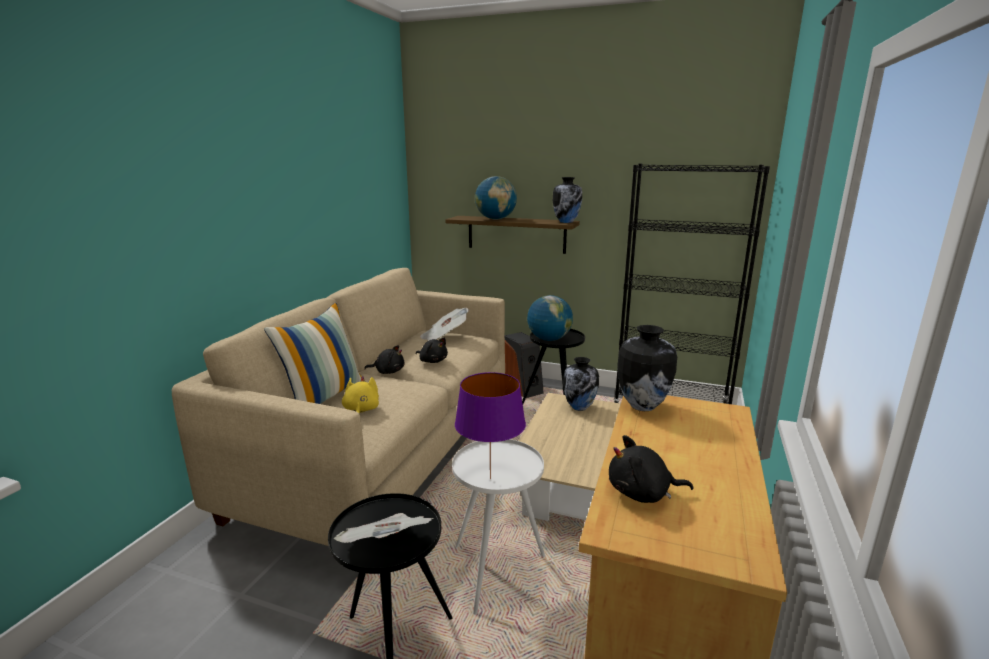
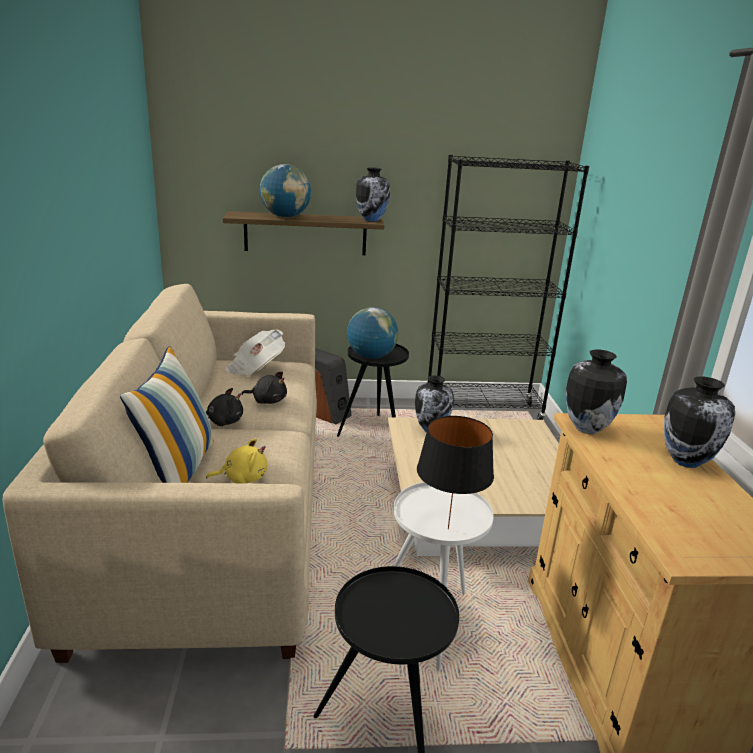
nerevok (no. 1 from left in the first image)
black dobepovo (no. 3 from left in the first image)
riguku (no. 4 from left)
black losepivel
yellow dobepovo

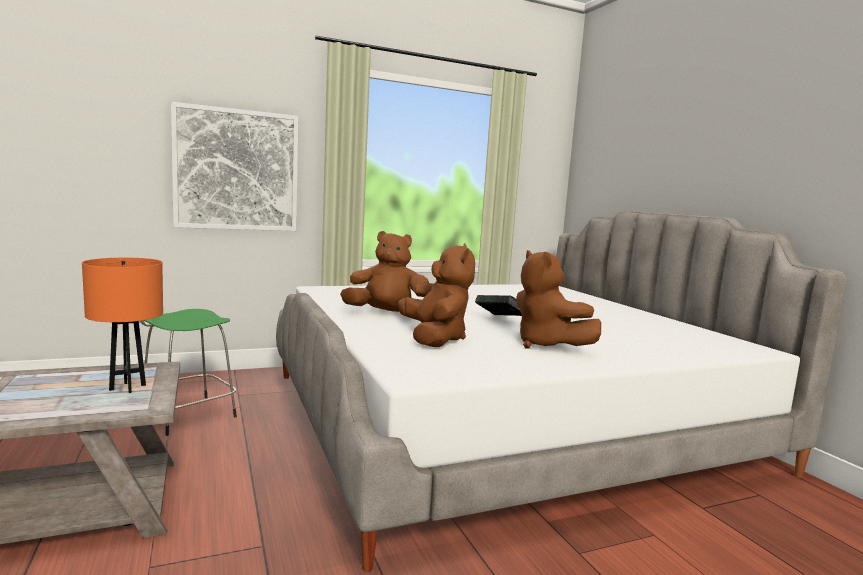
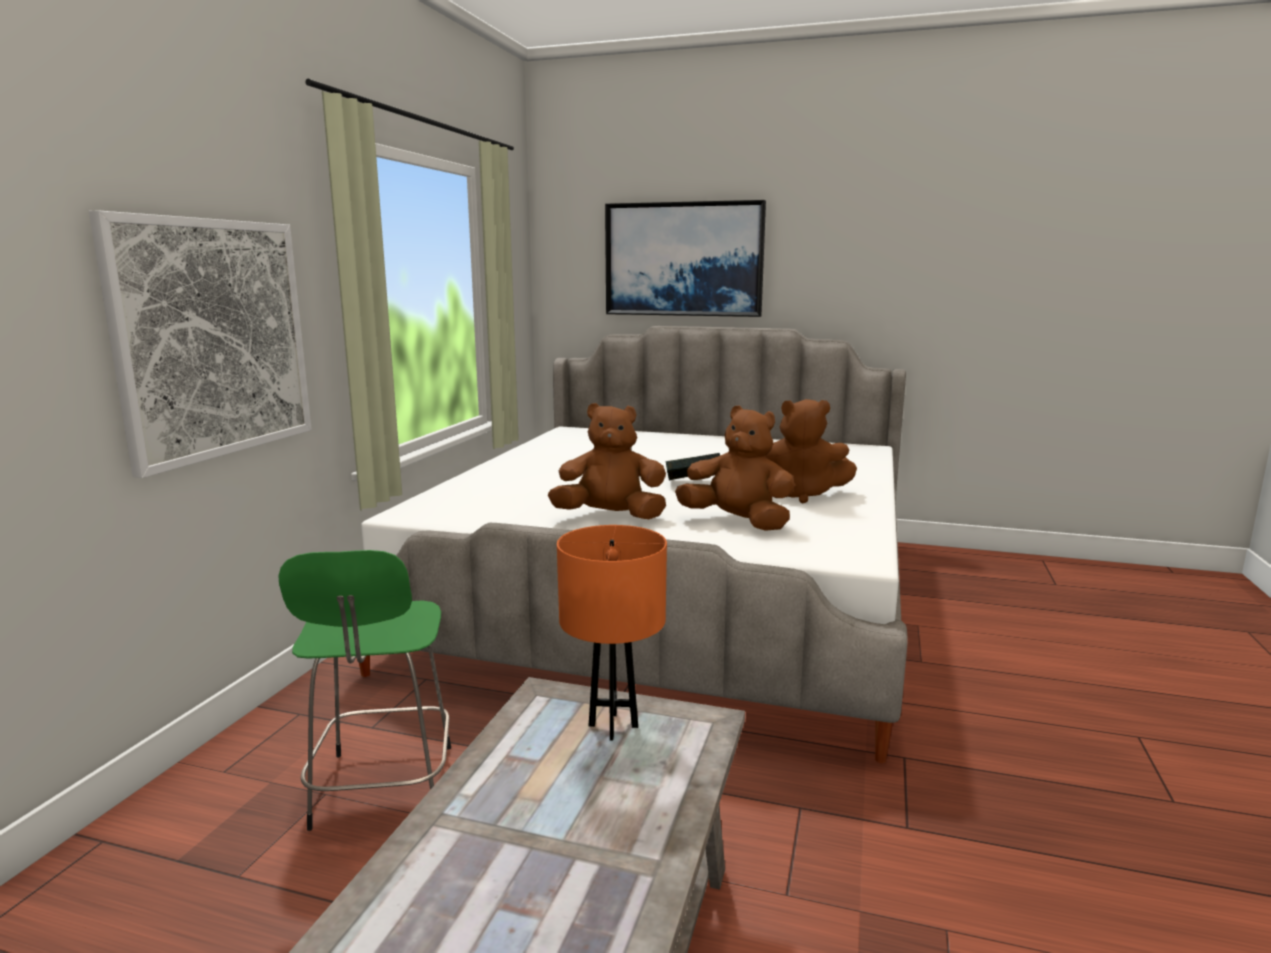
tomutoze (no. 2 from left)
brown dobepovo (no. 1 from left)

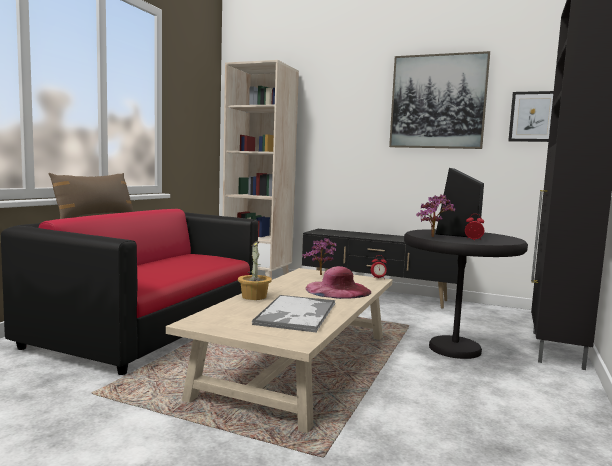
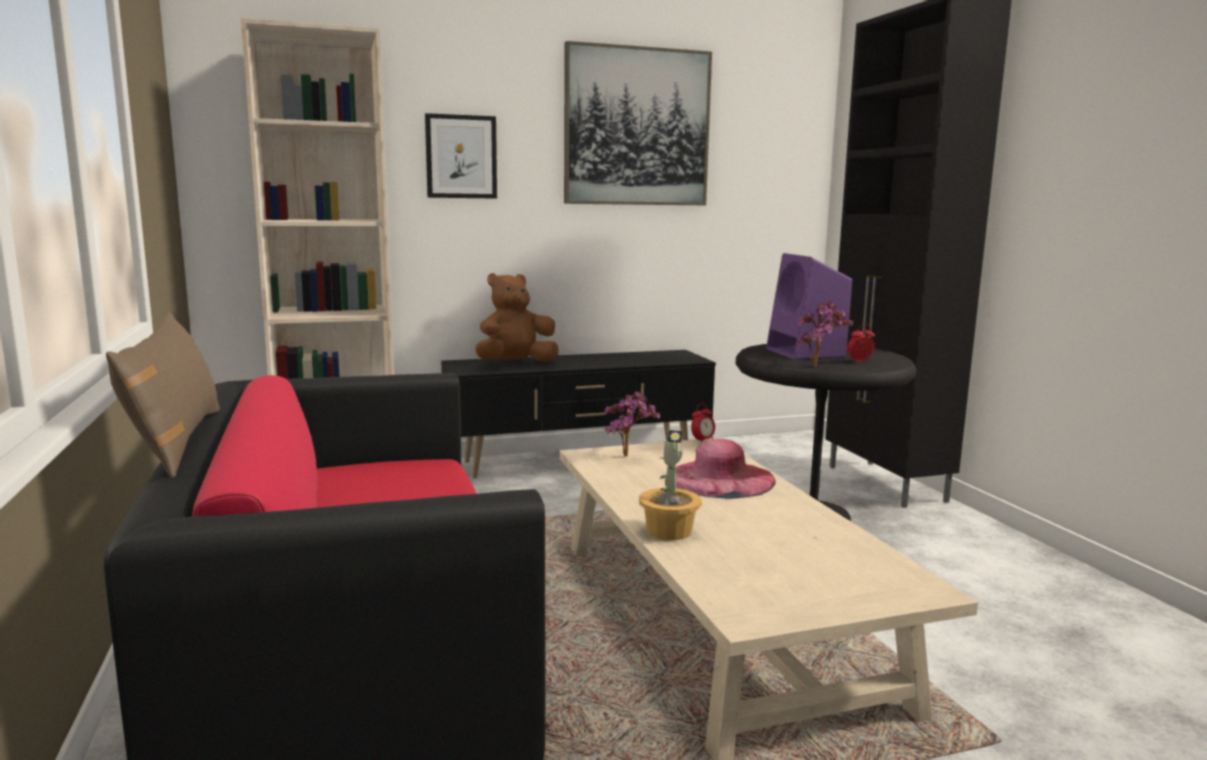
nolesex
brown dobepovo
tomutoze (no. 1 from left)
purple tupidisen

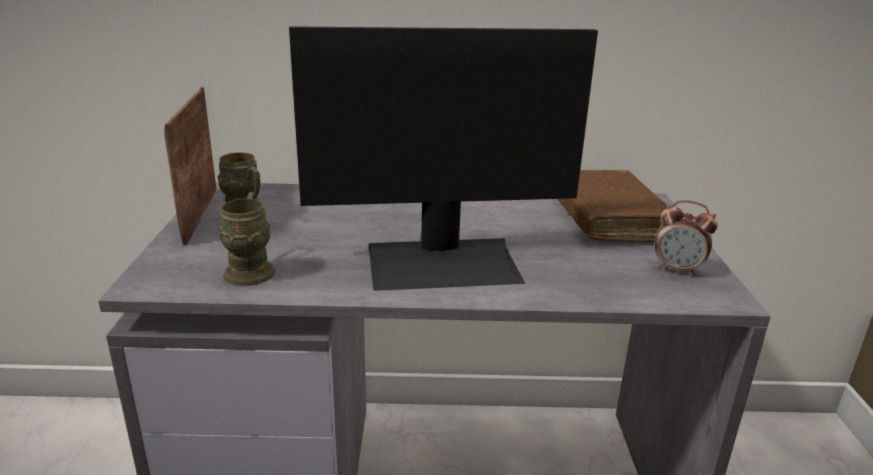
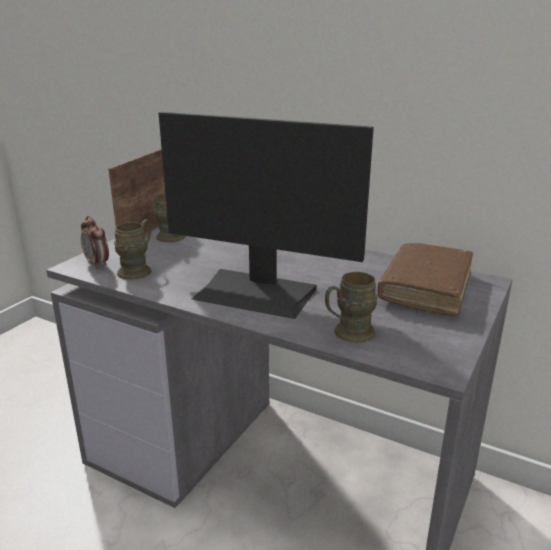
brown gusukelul (no. 3 from left)
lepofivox

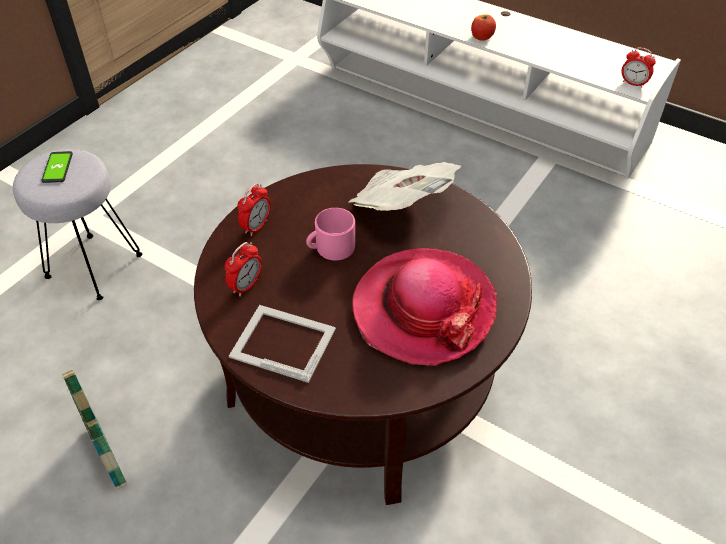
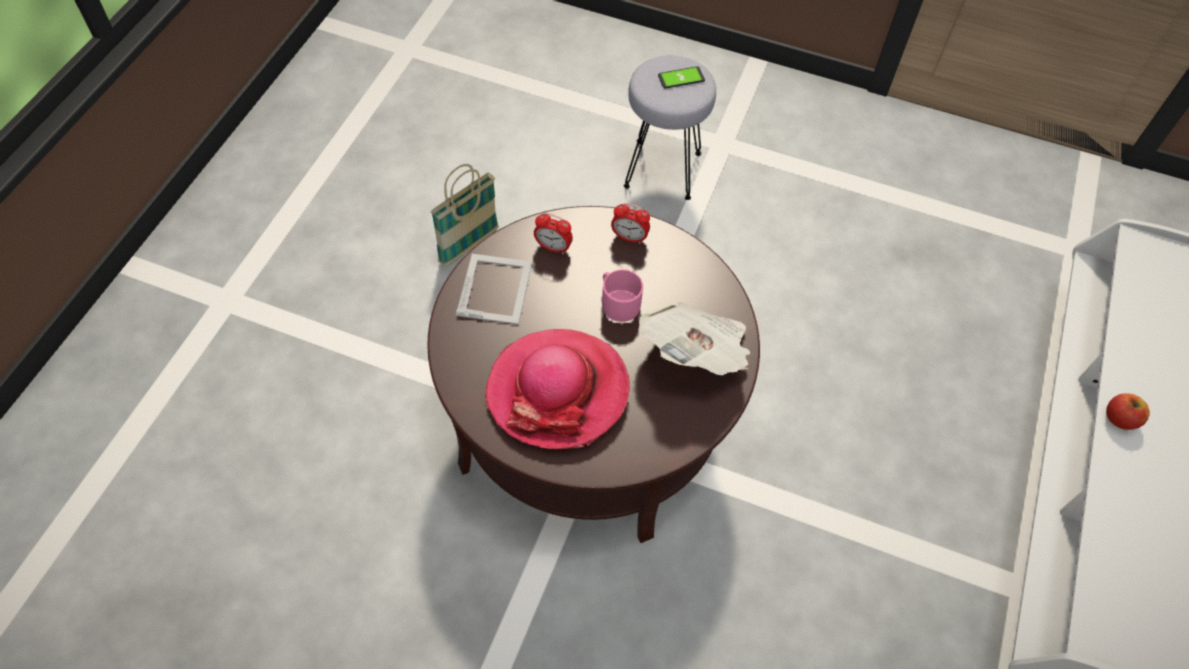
lepofivox (no. 3 from left in the first image)

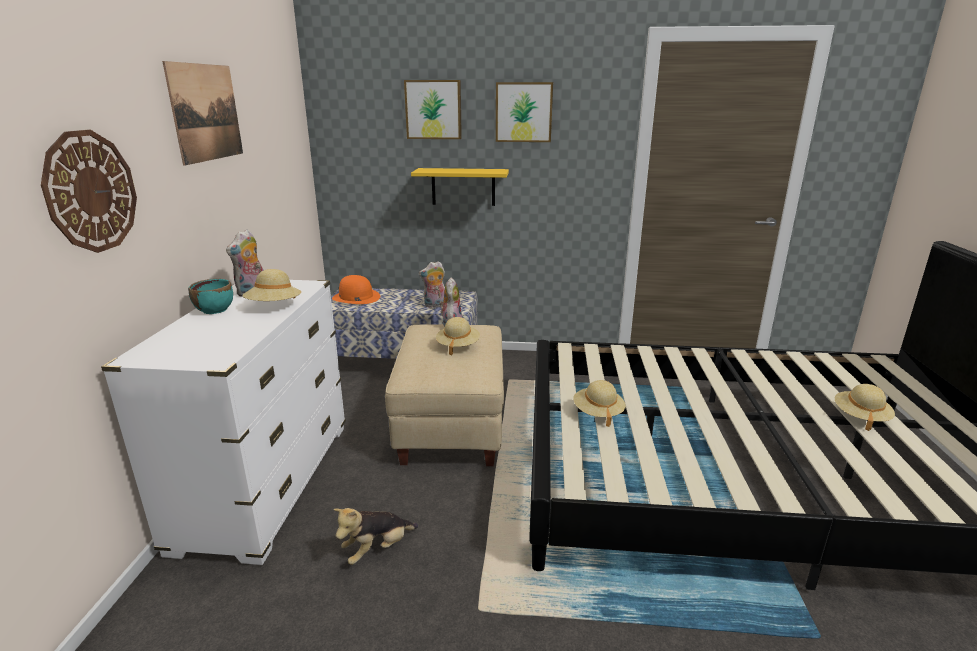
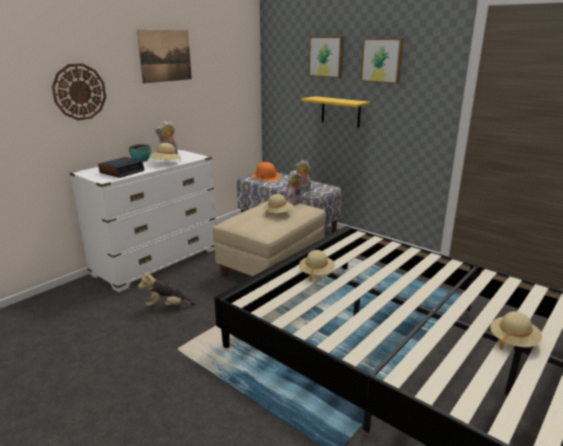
lepofivox

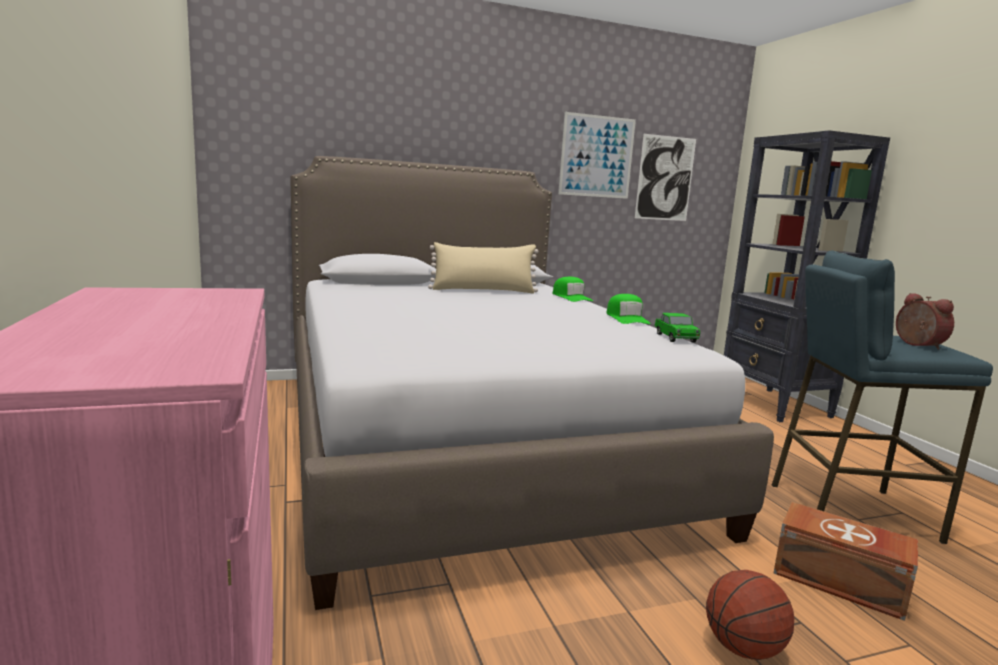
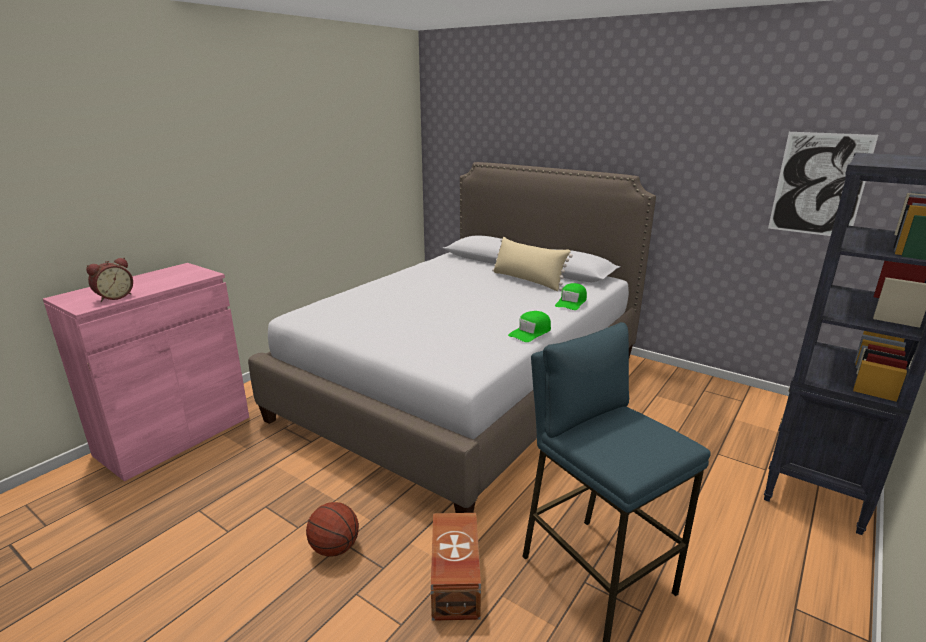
tomutoze (no. 1 from left in the first image)
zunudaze
lepofivox

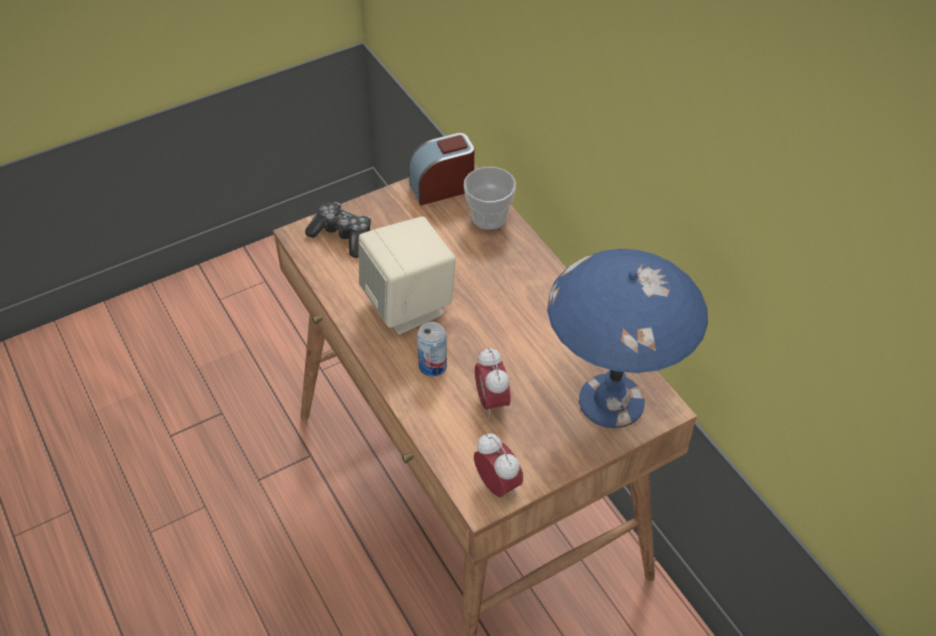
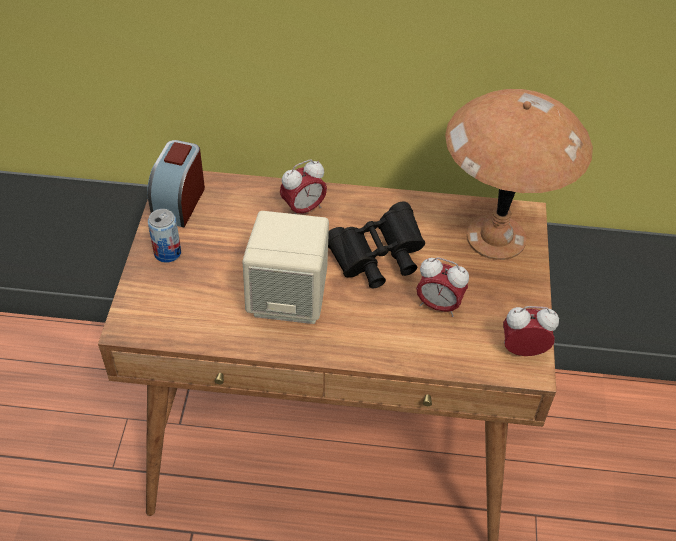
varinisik
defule
lepofivox (no. 2 from left)
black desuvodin
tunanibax
brown losepivel

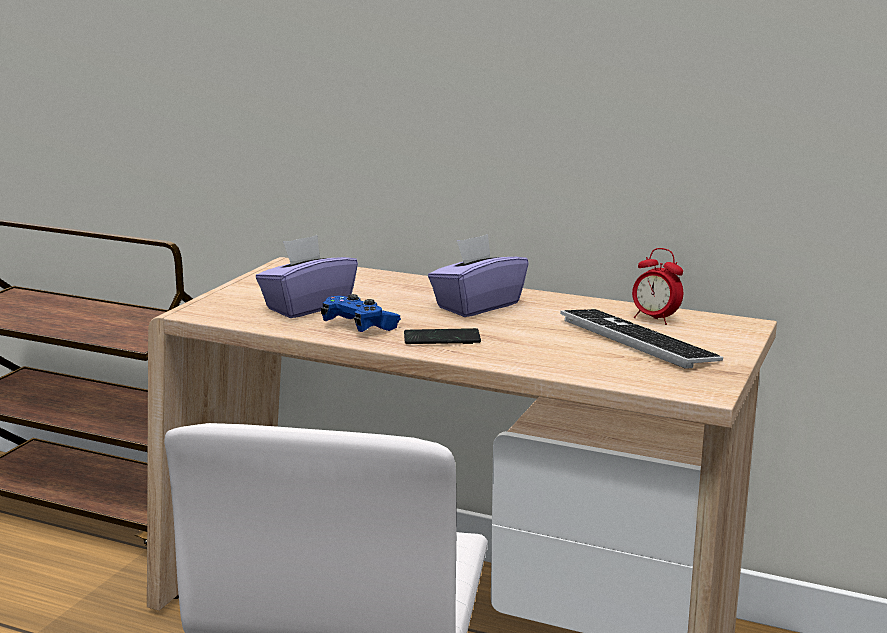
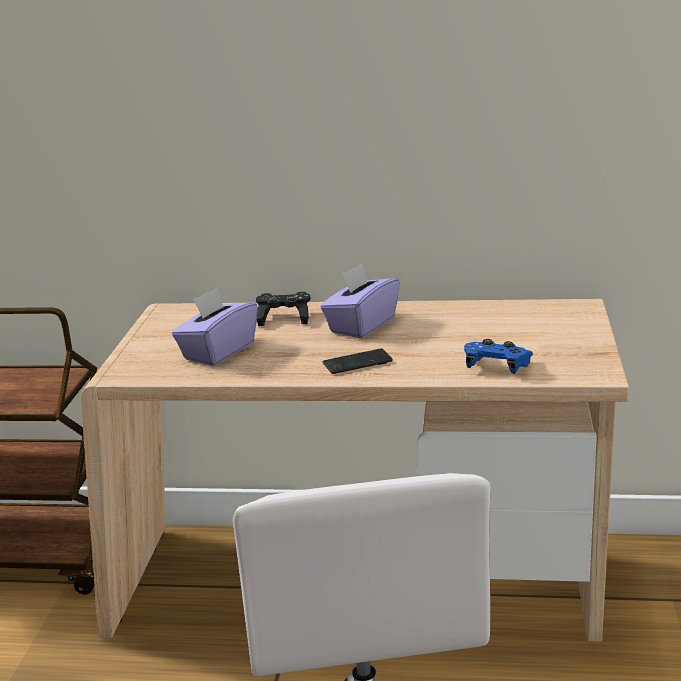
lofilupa
lepofivox
black varinisik
blue varinisik

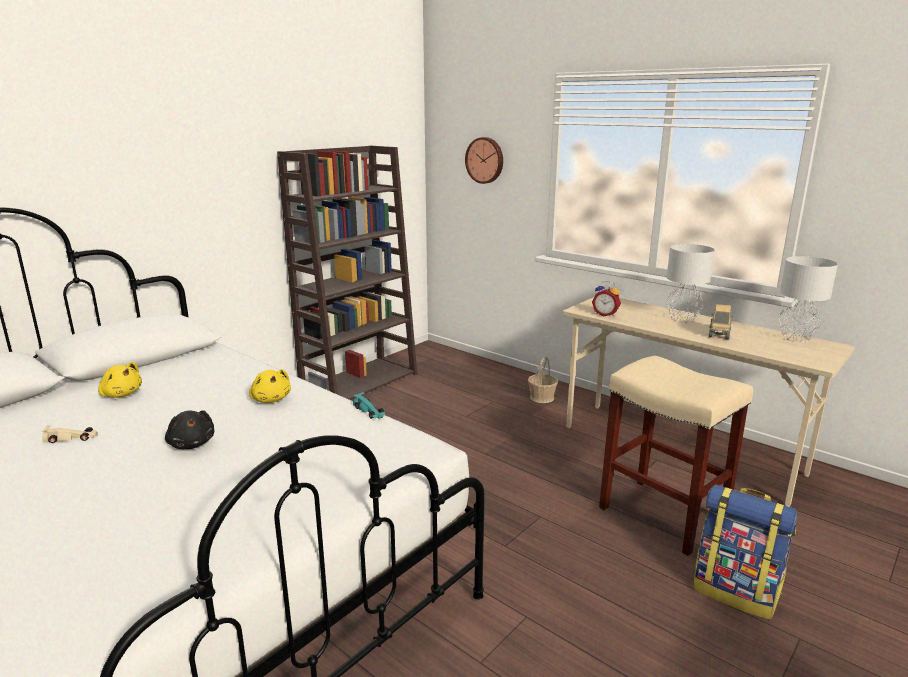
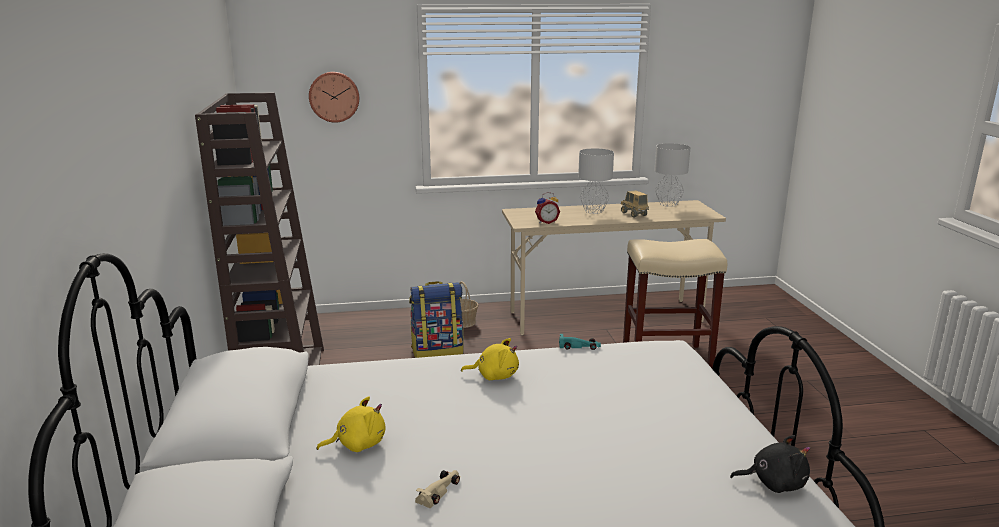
black dobepovo
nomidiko

